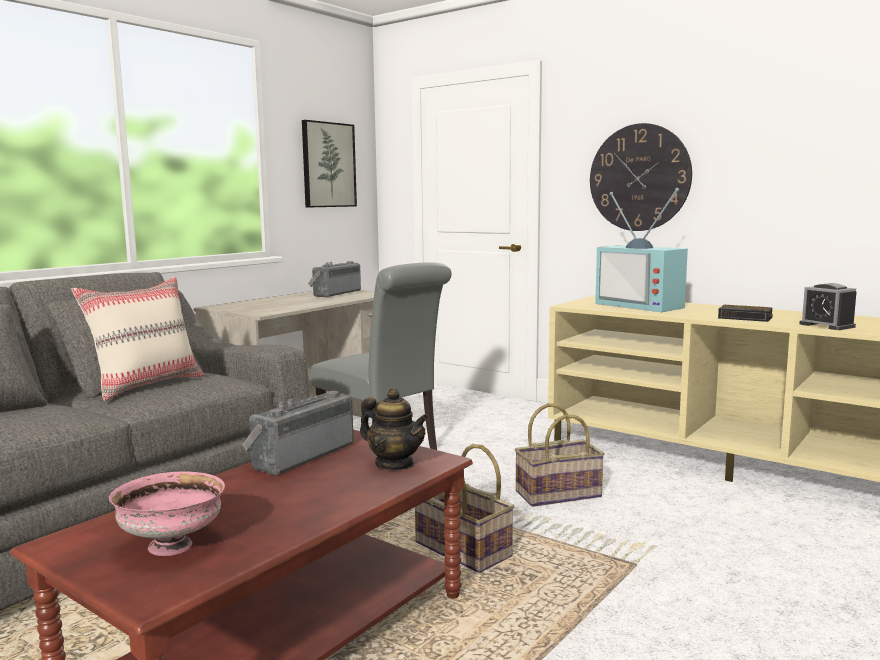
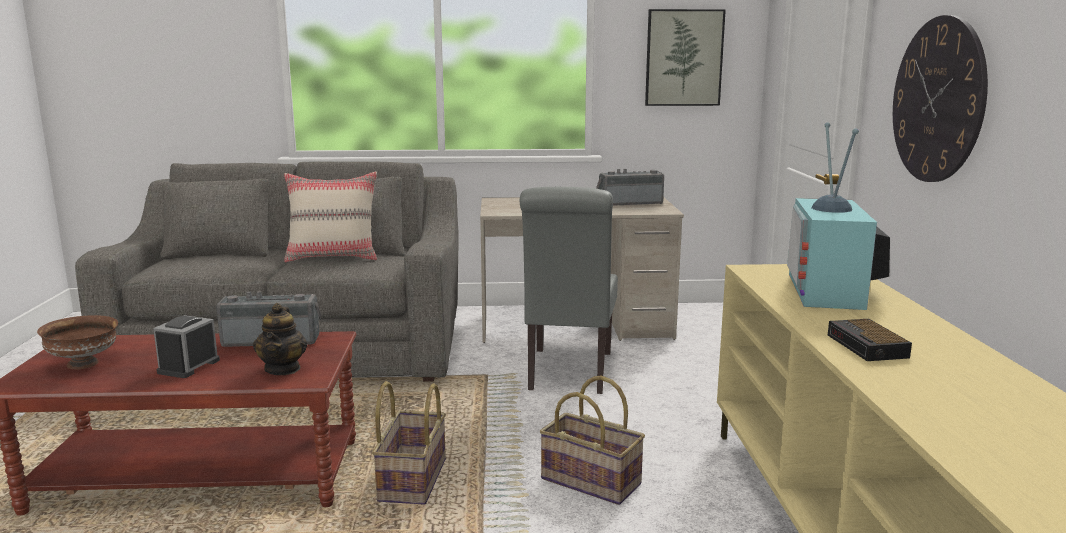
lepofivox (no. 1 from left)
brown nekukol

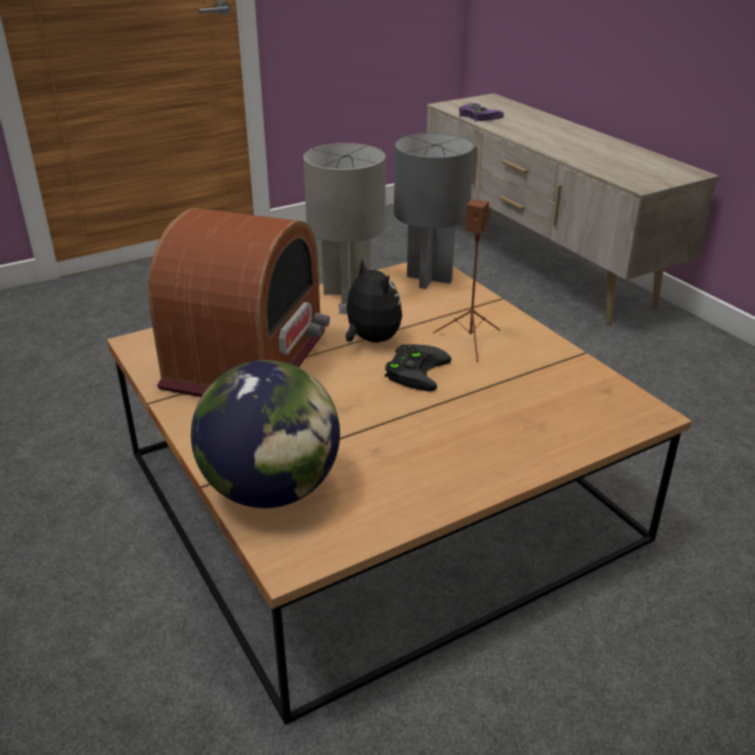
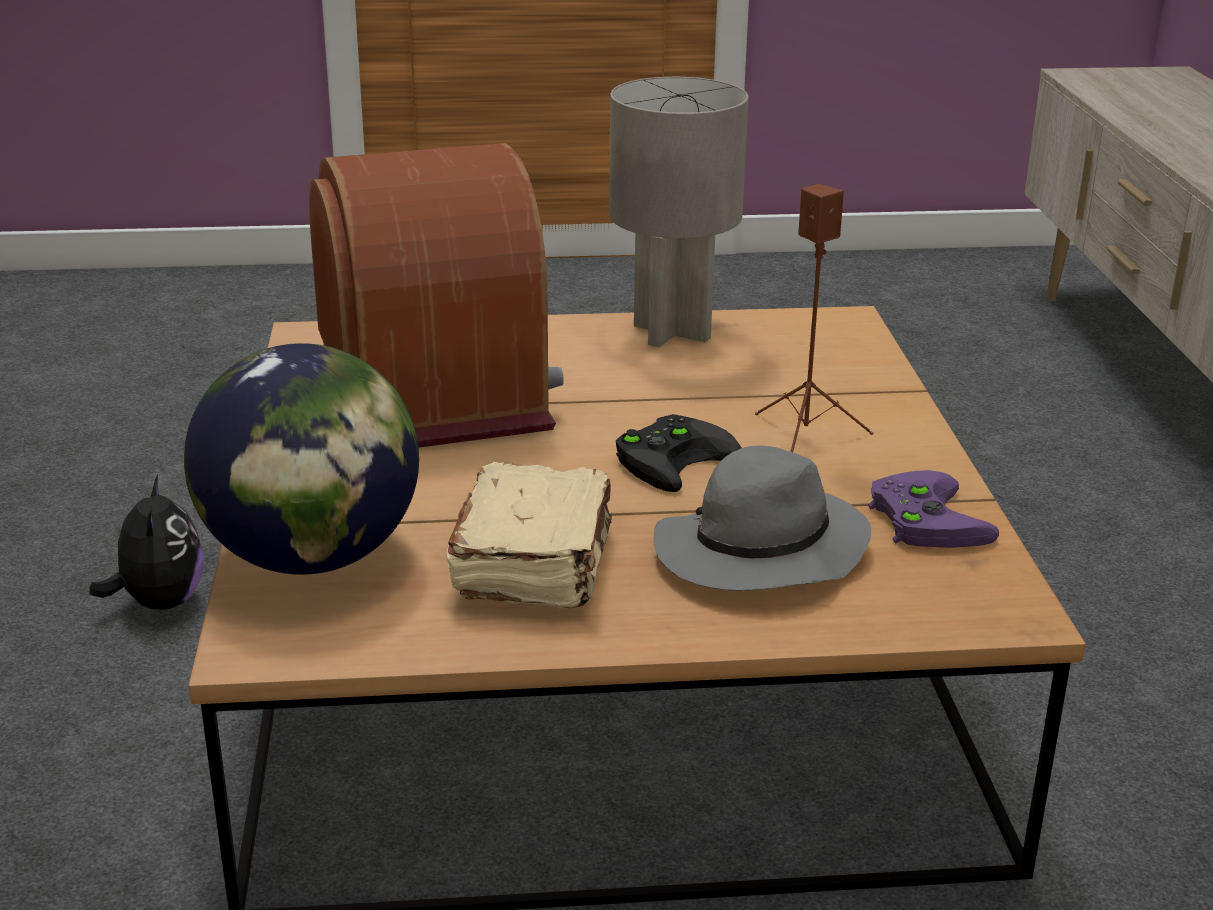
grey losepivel (no. 2 from left in the first image)
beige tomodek
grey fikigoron
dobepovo
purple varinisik
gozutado

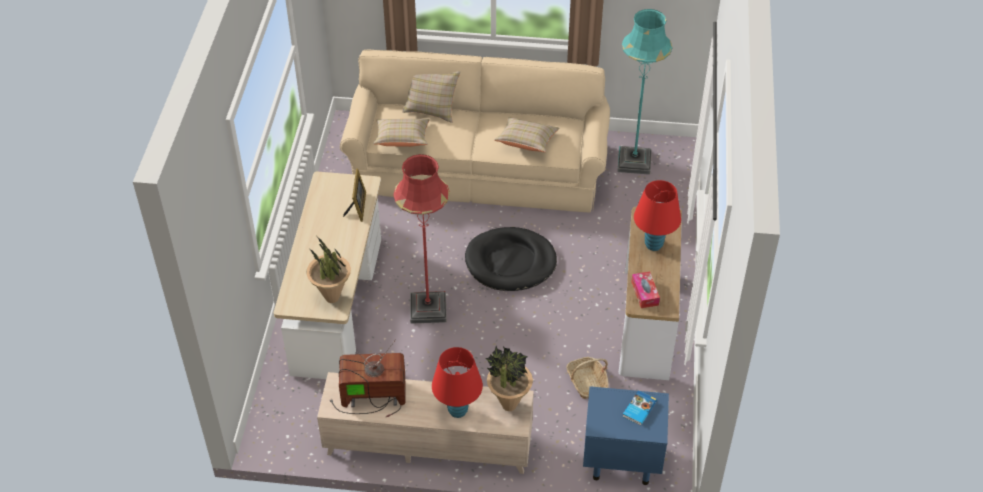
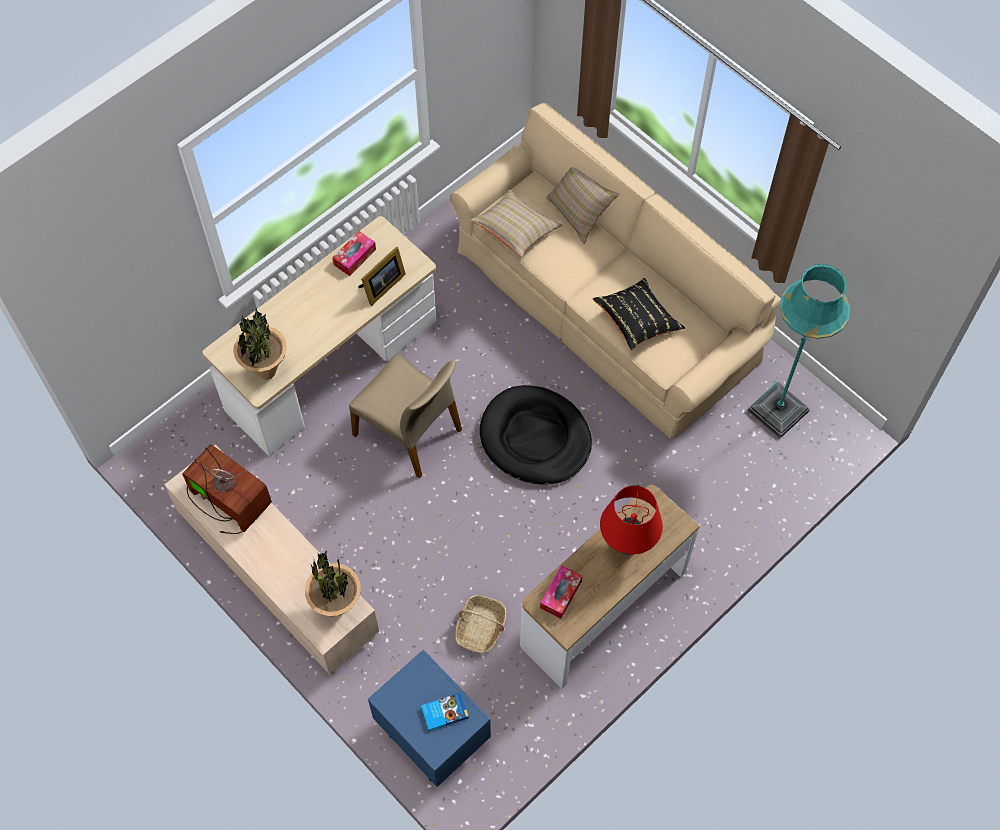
red losepivel (no. 1 from left in the first image)
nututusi (no. 1 from left)
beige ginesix
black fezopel

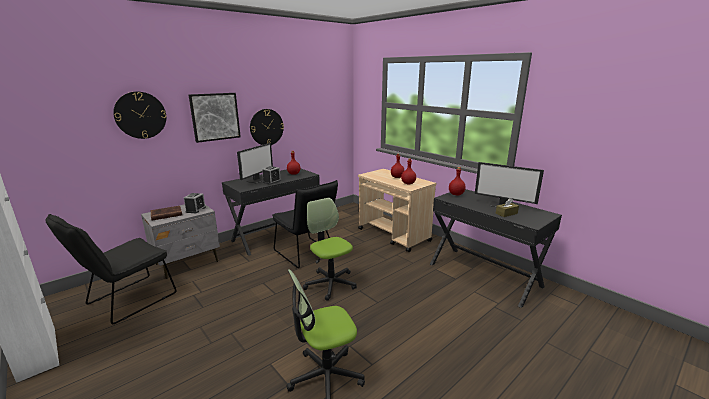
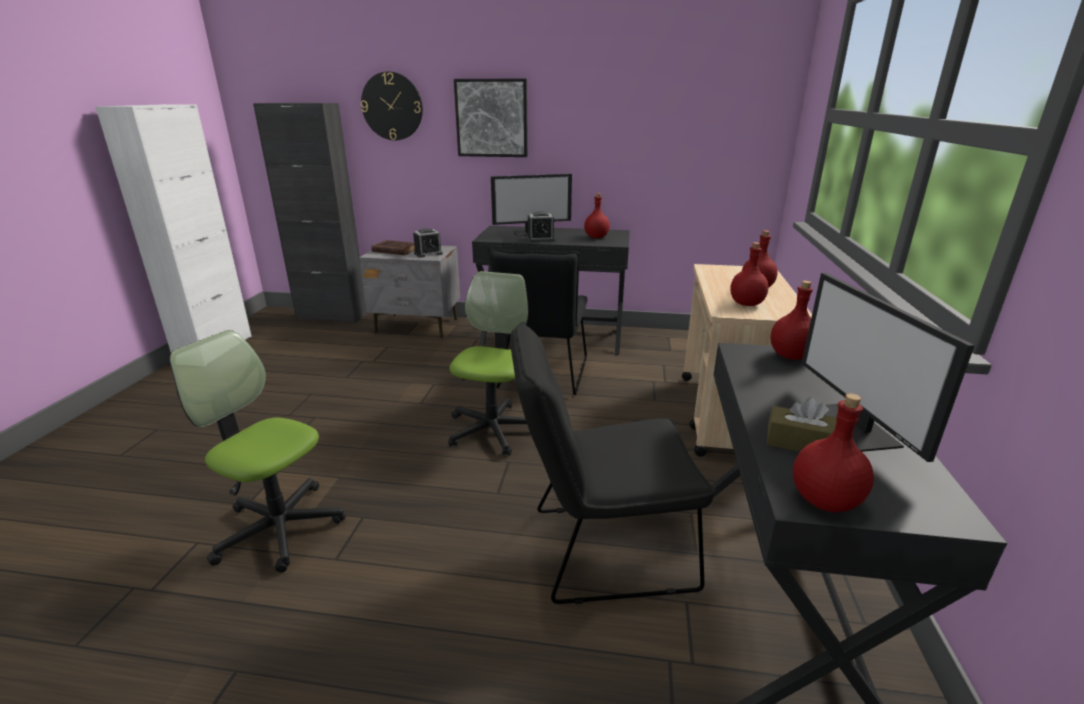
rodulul (no. 2 from left in the first image)
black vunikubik
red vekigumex (no. 5 from left)
black ginesix (no. 2 from left)

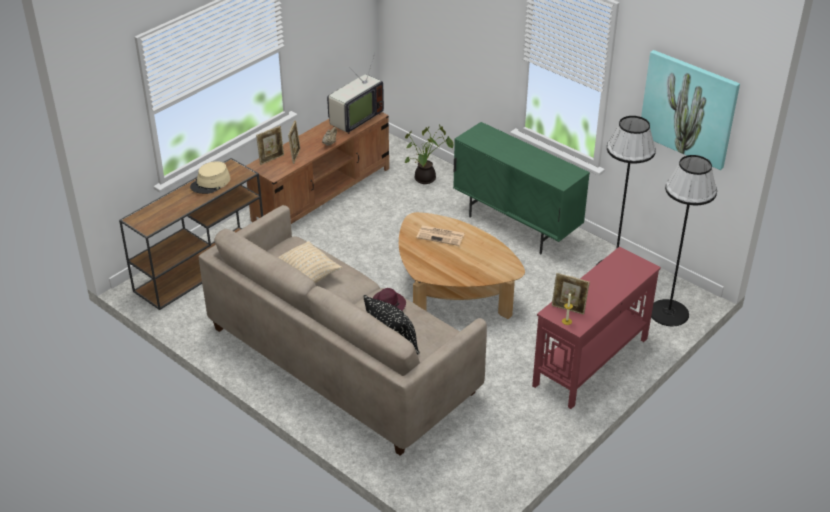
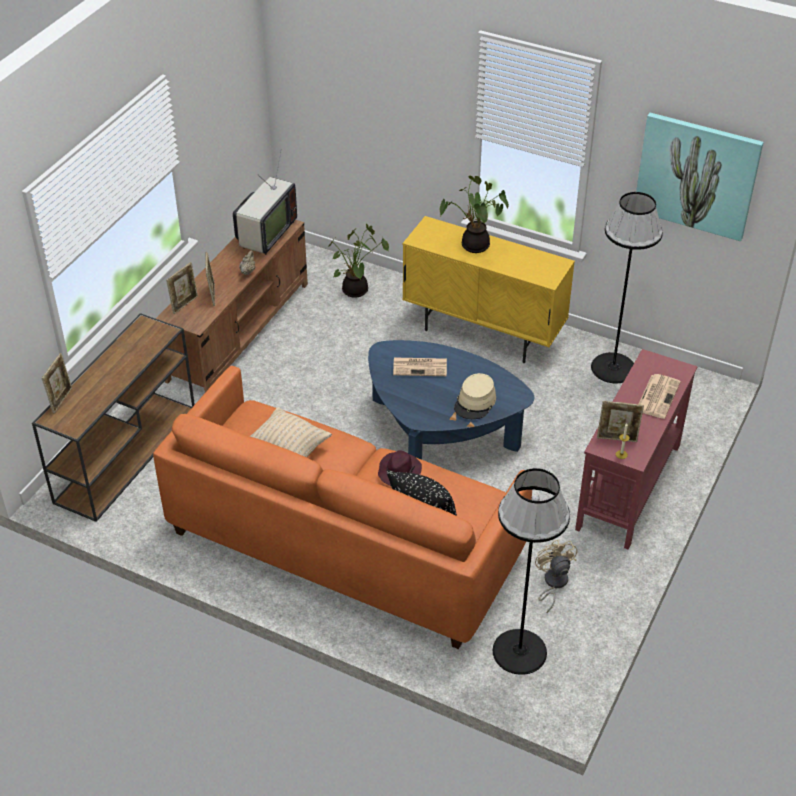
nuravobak (no. 1 from left)
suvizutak (no. 2 from left)
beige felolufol
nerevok (no. 2 from left)
beige fikigoron
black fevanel (no. 1 from left)
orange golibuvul
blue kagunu
yellow vunikubik

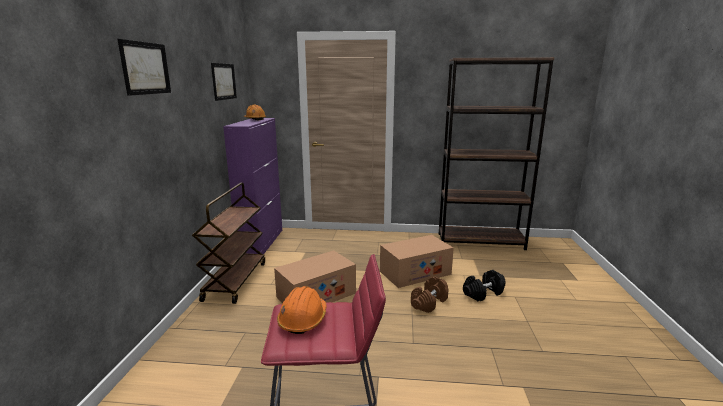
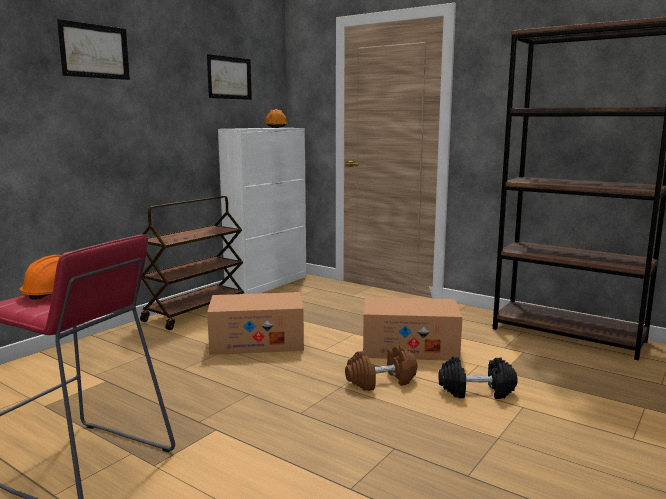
white vunikubik

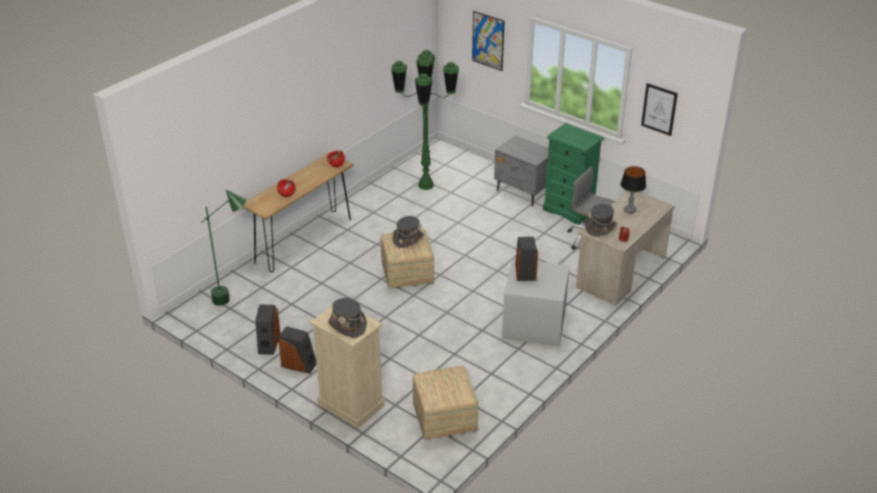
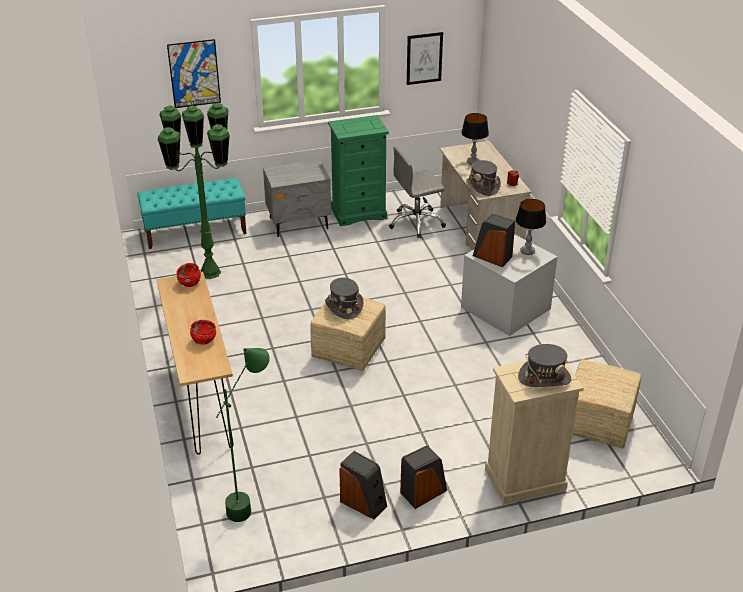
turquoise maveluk
losepivel (no. 2 from left)

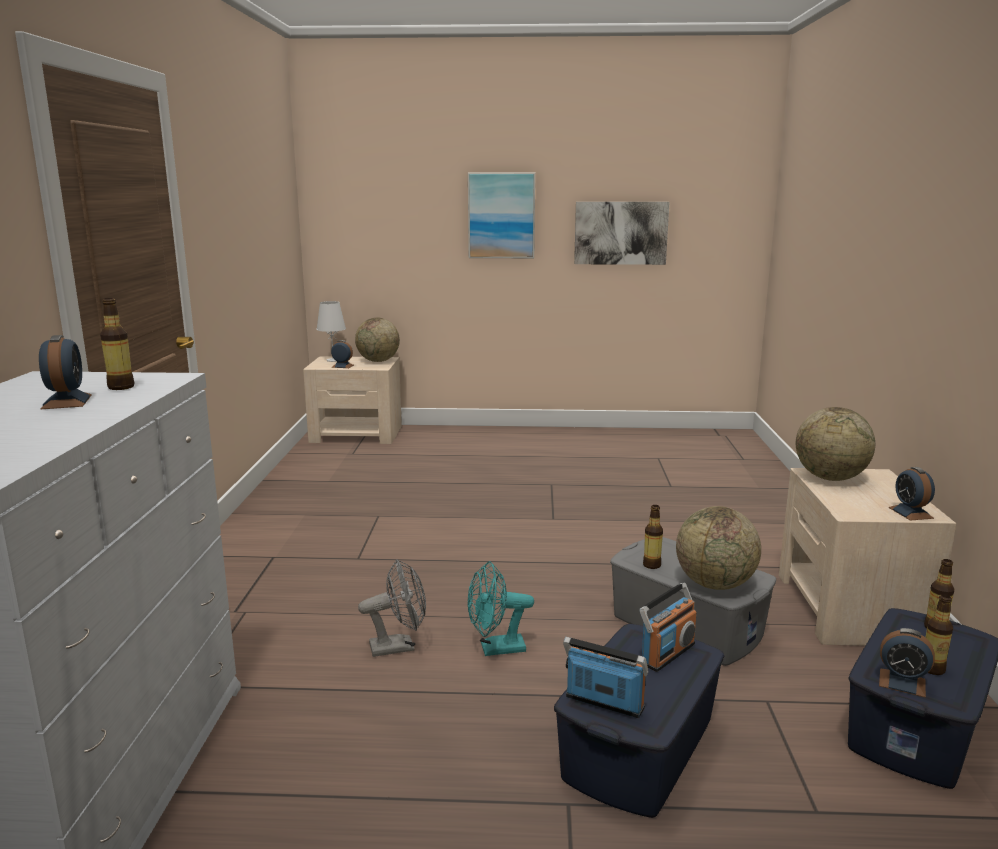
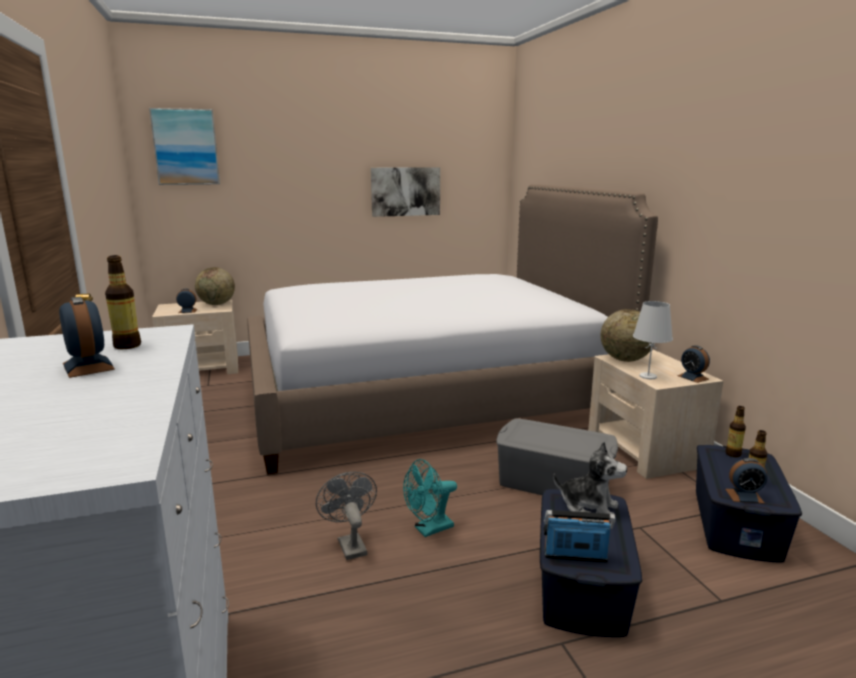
vekigumex (no. 2 from left in the first image)
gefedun (no. 2 from left in the first image)
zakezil
white losepivel
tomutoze (no. 1 from left)
dobepovo
grey felolufol

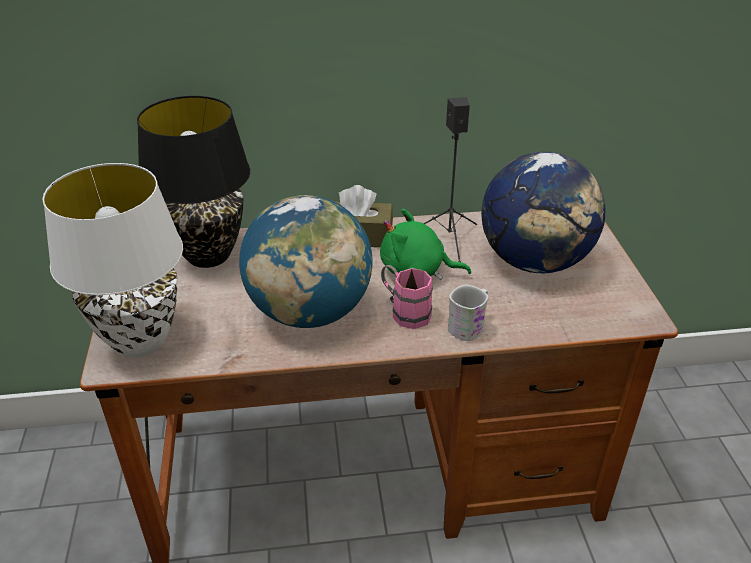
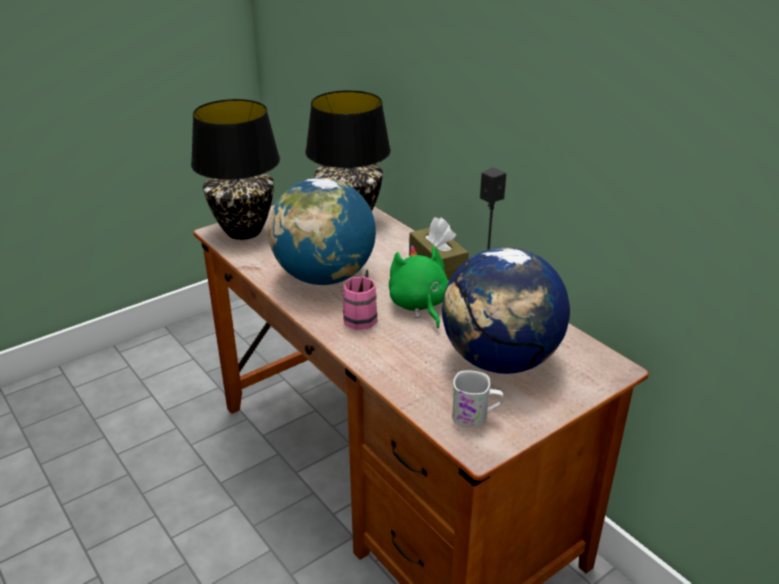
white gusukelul
black losepivel (no. 1 from left)

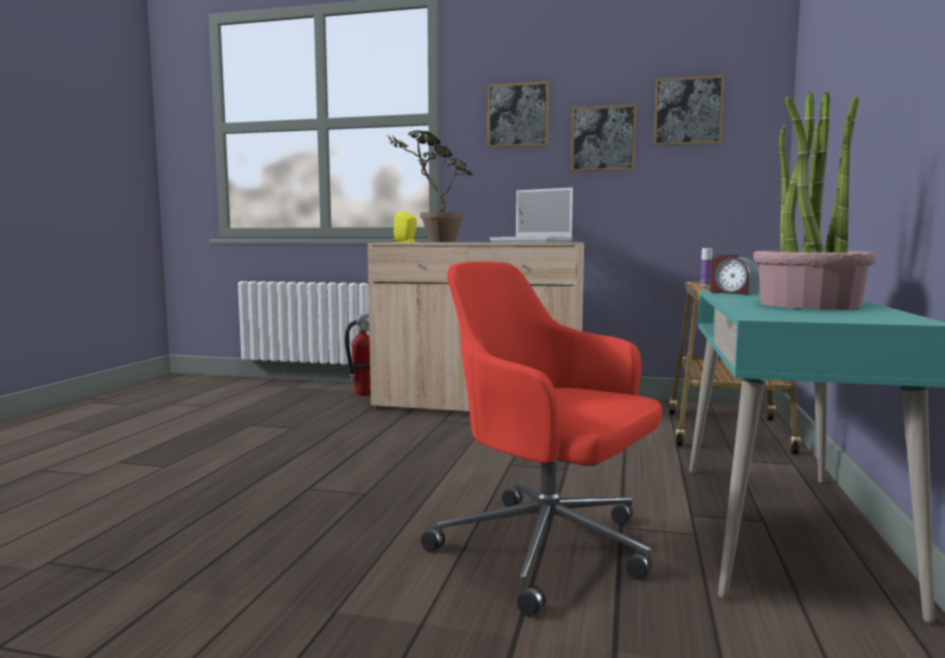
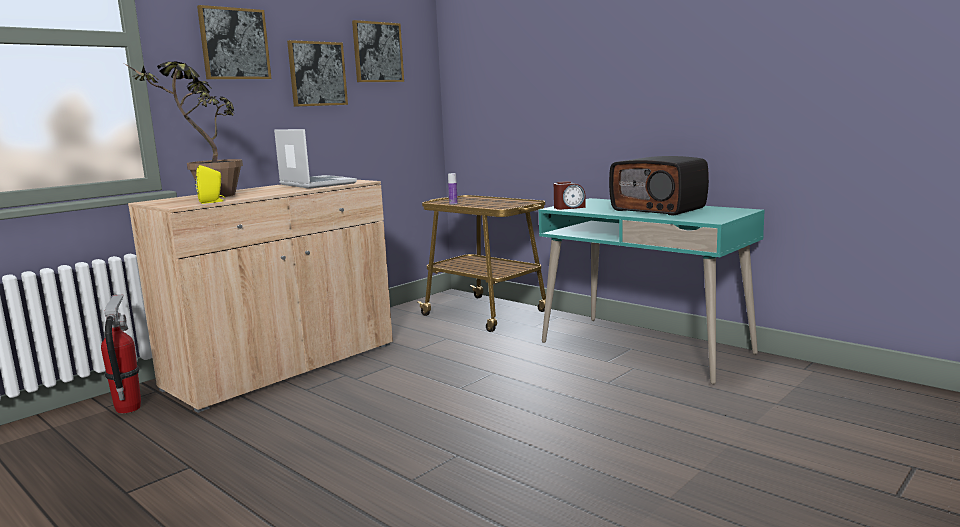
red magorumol
gozutado
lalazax

